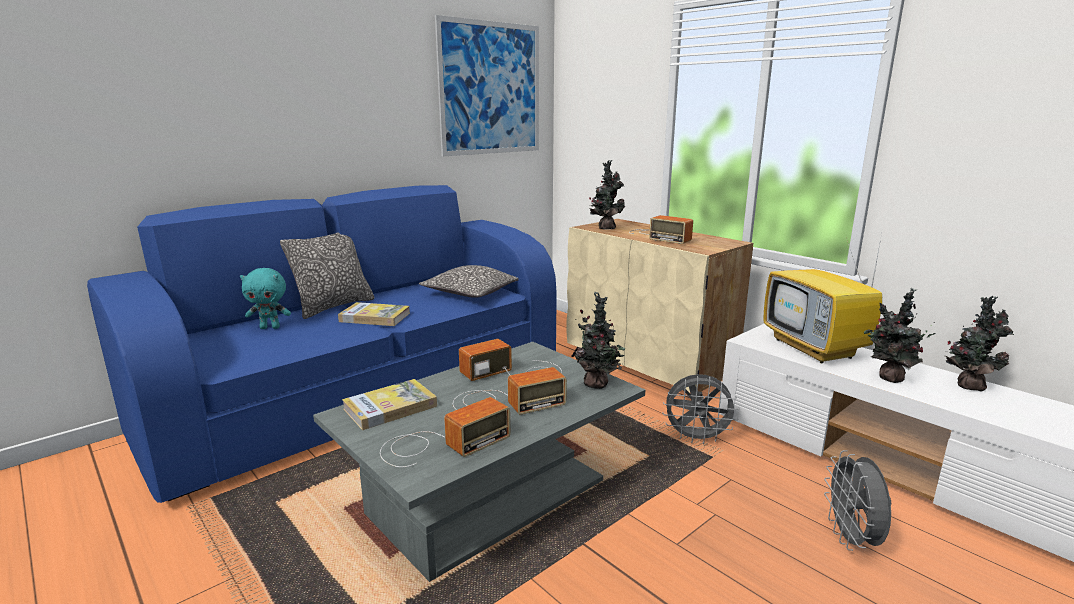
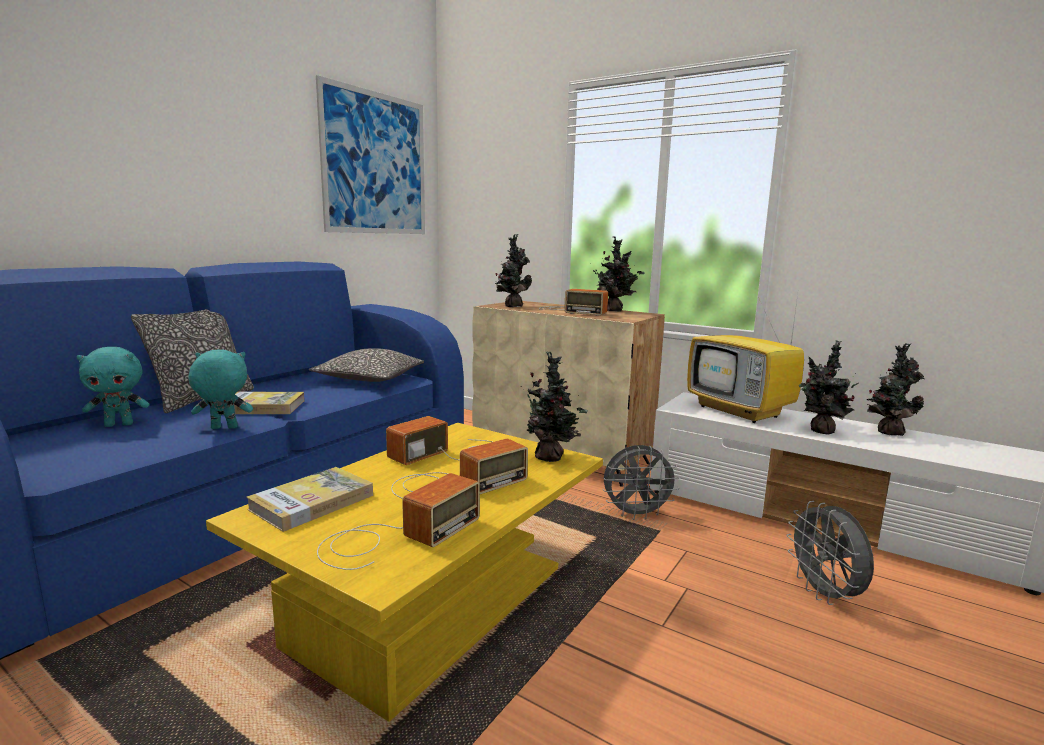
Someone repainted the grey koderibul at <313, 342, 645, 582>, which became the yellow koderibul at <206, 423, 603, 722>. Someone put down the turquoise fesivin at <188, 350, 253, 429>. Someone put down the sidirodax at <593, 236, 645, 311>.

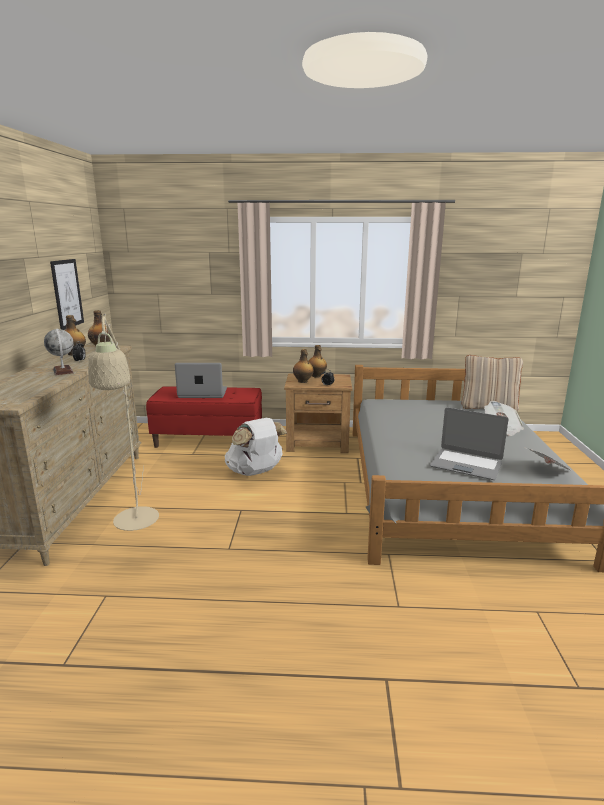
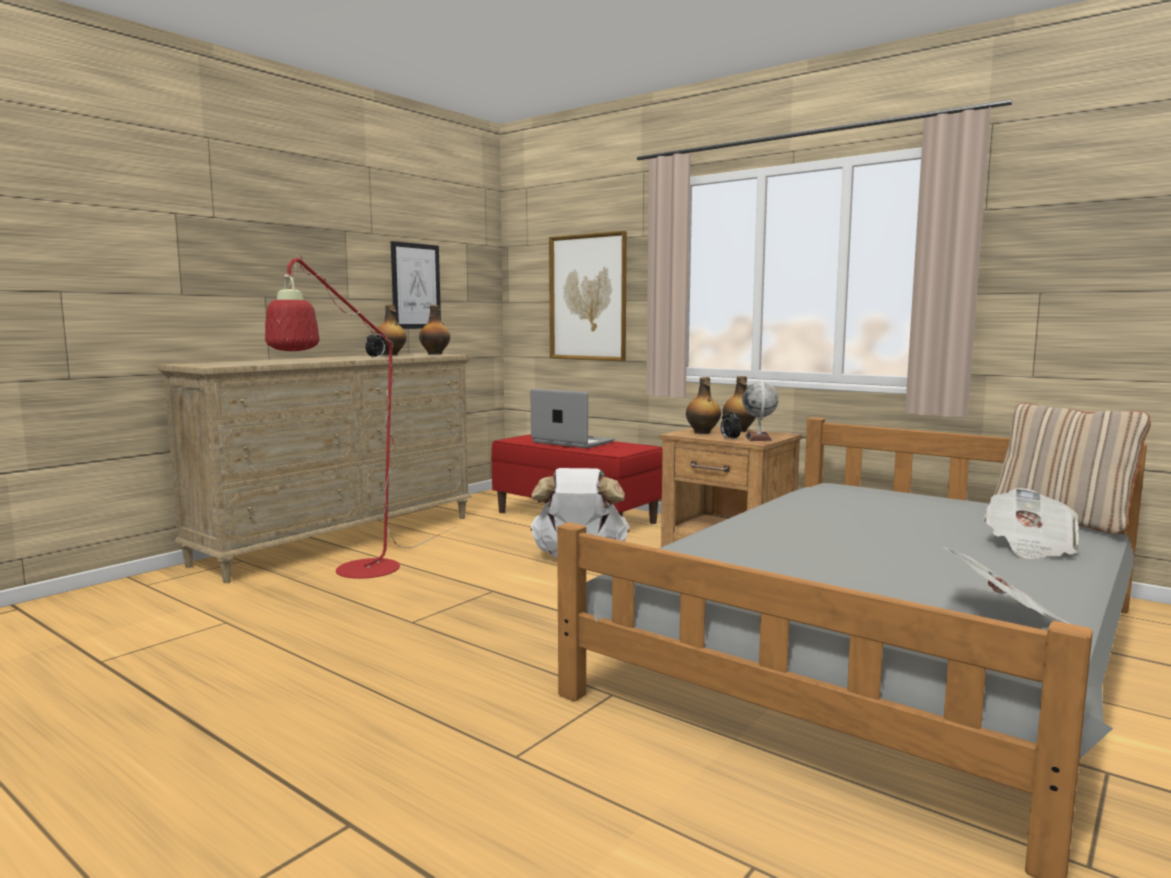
Someone carried the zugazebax from <44, 329, 74, 375> to <742, 381, 778, 441>. Someone repainted the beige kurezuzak at <88, 314, 159, 531>, which became the red kurezuzak at <265, 255, 457, 579>. Someone took away the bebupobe at <430, 407, 508, 480>. Someone put up the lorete at <549, 231, 627, 361>.

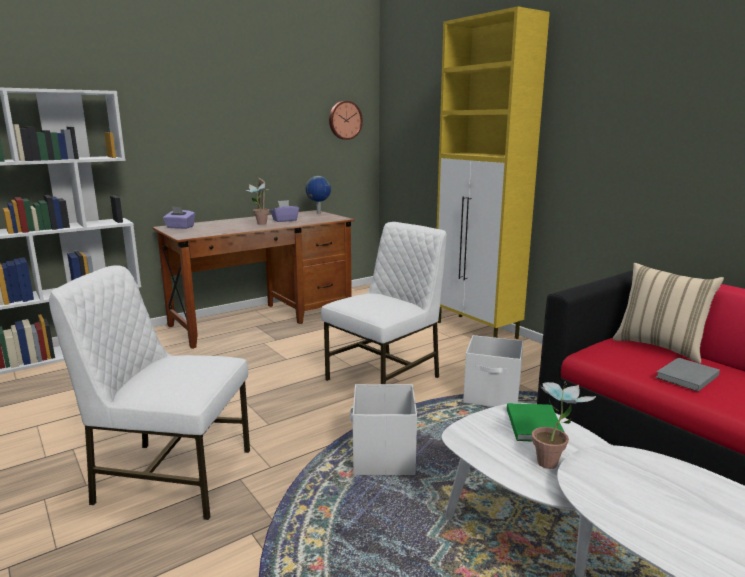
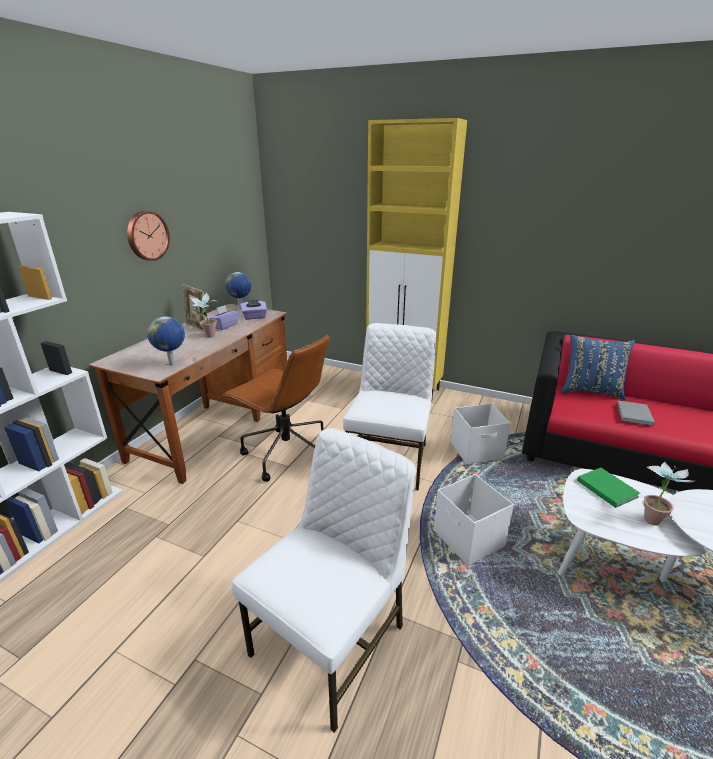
Someone rotated the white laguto at <49, 265, 250, 520> by 150 degrees clockwise. Someone carried the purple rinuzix from <163, 206, 195, 229> to <240, 299, 267, 320>. Someone carried the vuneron from <329, 101, 363, 140> to <127, 211, 170, 261>. Someone repainted the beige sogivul at <613, 263, 724, 363>, which became the blue sogivul at <561, 335, 635, 400>. Someone put down the zugazebax at <147, 316, 185, 366>. Someone put down the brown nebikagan at <223, 334, 330, 482>.

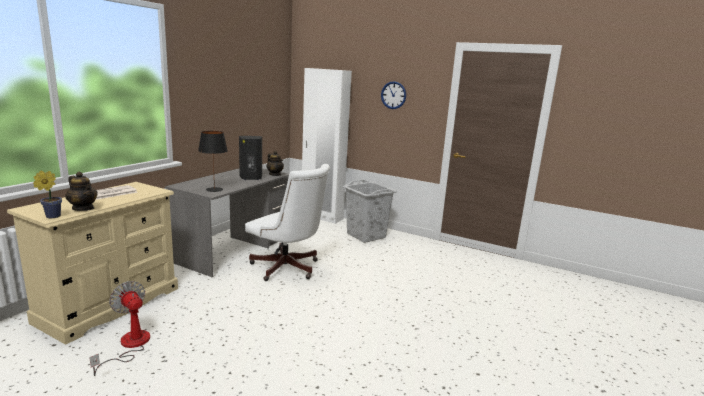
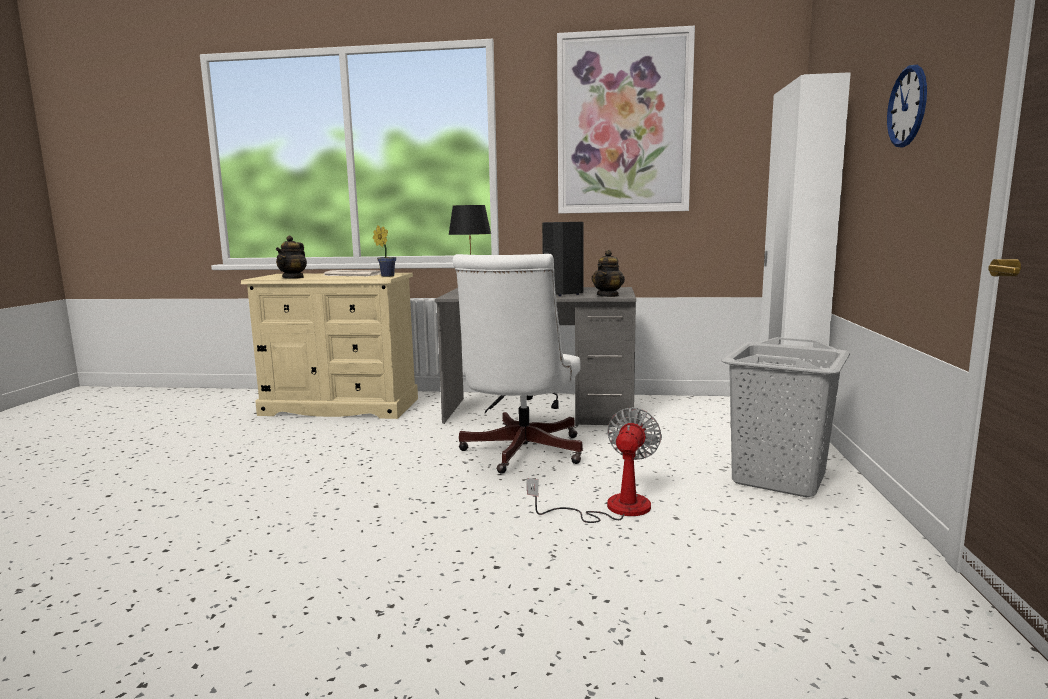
Someone carried the sidirodax from <33, 171, 62, 218> to <373, 225, 396, 277>. Someone carried the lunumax from <89, 281, 150, 376> to <527, 407, 662, 523>. Someone put up the lorete at <557, 26, 695, 214>.

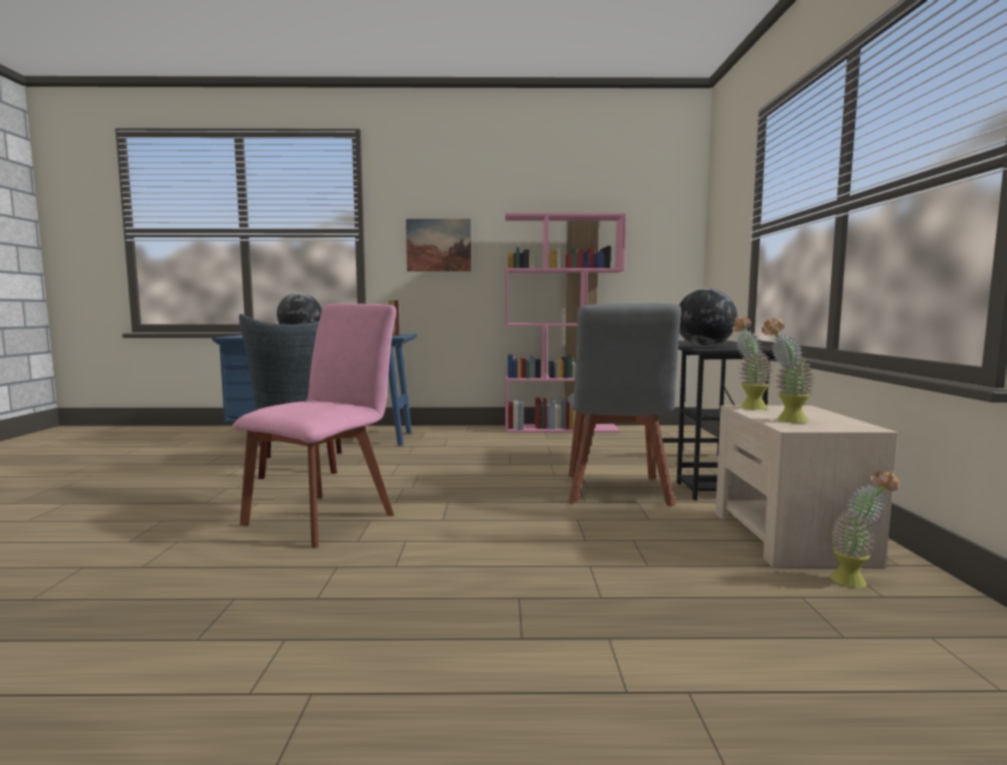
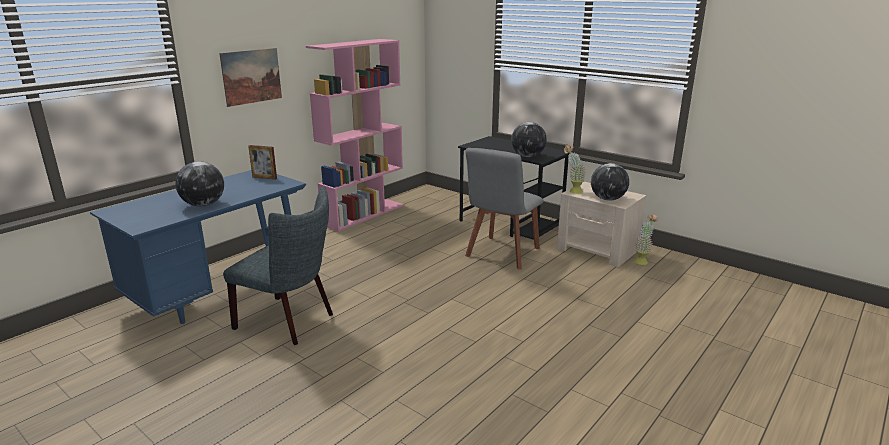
Someone took away the pink laguto at <233, 303, 396, 548>. Someone rotated the grey laguto at <567, 303, 681, 507> by 75 degrees clockwise. Someone swapped the sidirodax at <761, 318, 814, 423> for the zugazebax at <591, 163, 629, 201>.

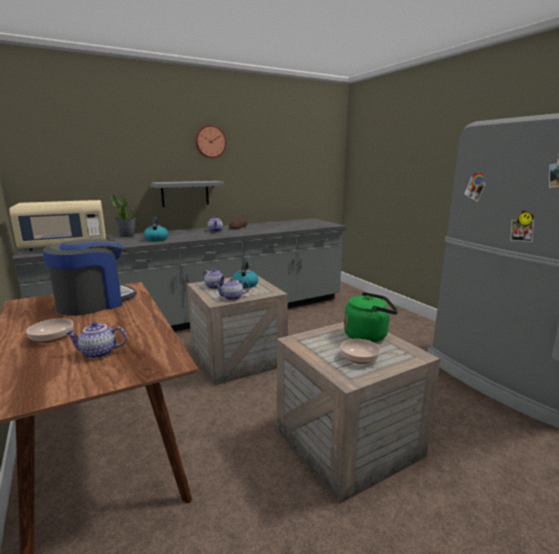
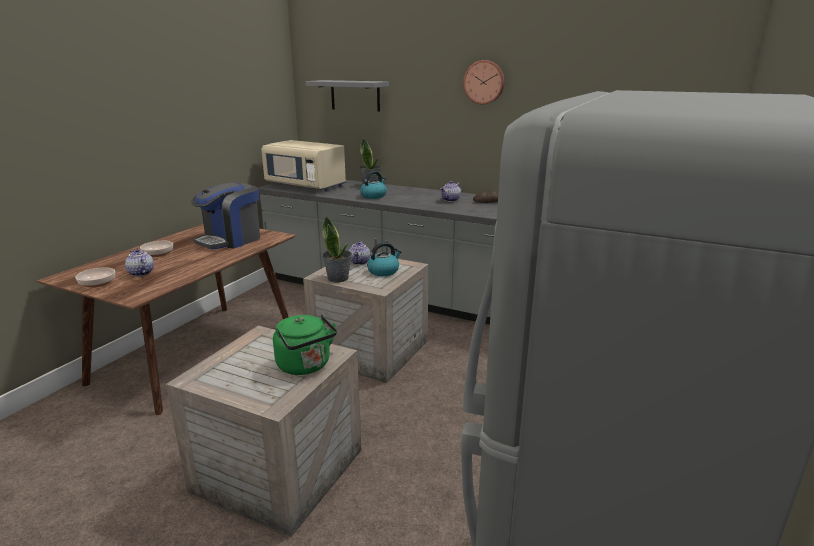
Someone rotated the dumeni at <43, 238, 137, 316> by 120 degrees clockwise. Someone carried the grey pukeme from <151, 181, 224, 207> to <305, 80, 389, 112>. Someone swapped the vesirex at <214, 278, 250, 300> for the sidirodax at <322, 216, 352, 282>. Someone carried the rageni from <340, 339, 381, 364> to <75, 267, 115, 288>.

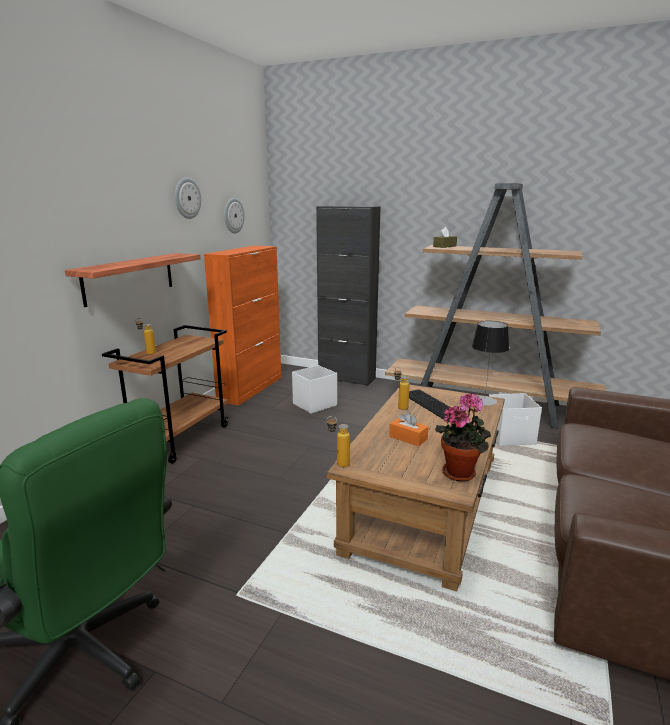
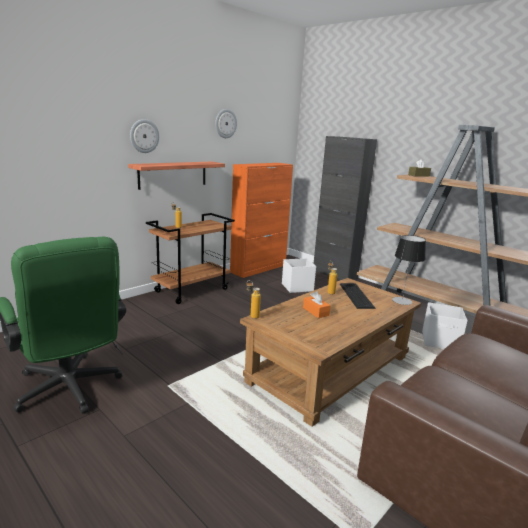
Someone carried the vuneron from <224, 198, 245, 233> to <130, 119, 159, 153>. Someone took away the sidirodax at <435, 393, 491, 481>.

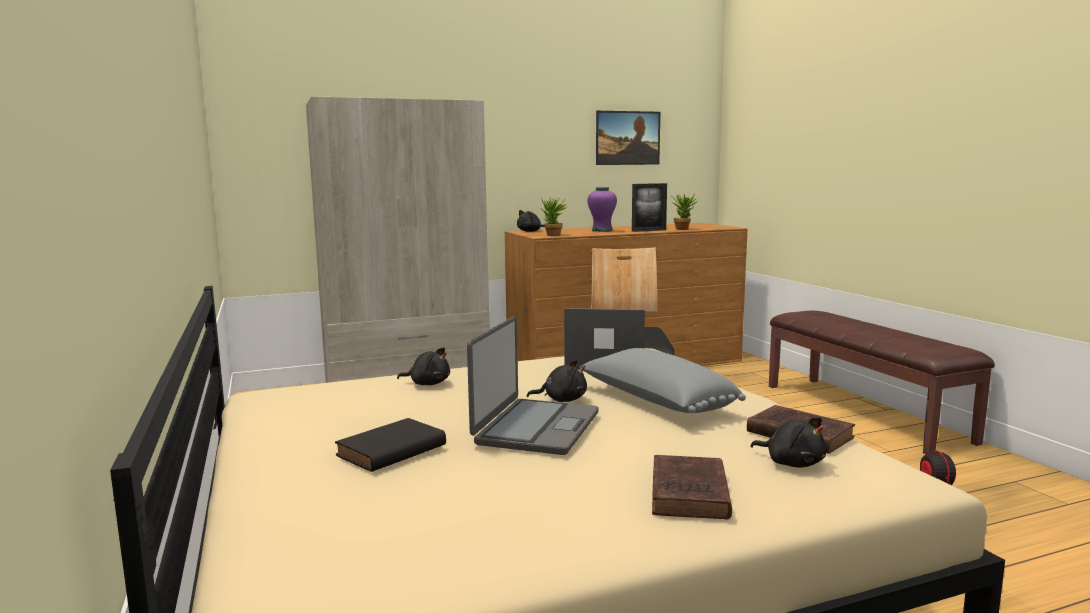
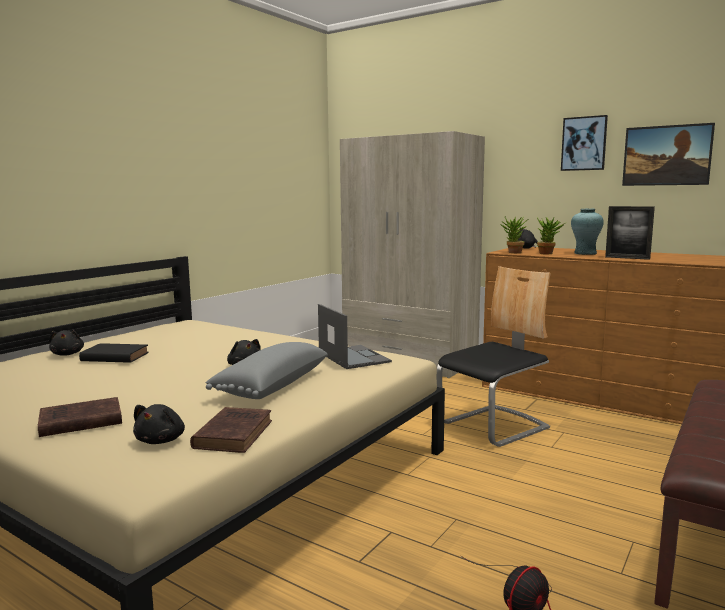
Someone carried the black fesivin from <397, 347, 450, 385> to <49, 330, 84, 356>. Someone took away the bebupobe at <467, 316, 599, 455>. Someone repainted the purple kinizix at <587, 187, 617, 232>, which became the turquoise kinizix at <571, 209, 604, 255>. Someone carried the sidirodax from <672, 194, 698, 230> to <537, 217, 565, 254>. Someone put up the lorete at <561, 115, 608, 171>.

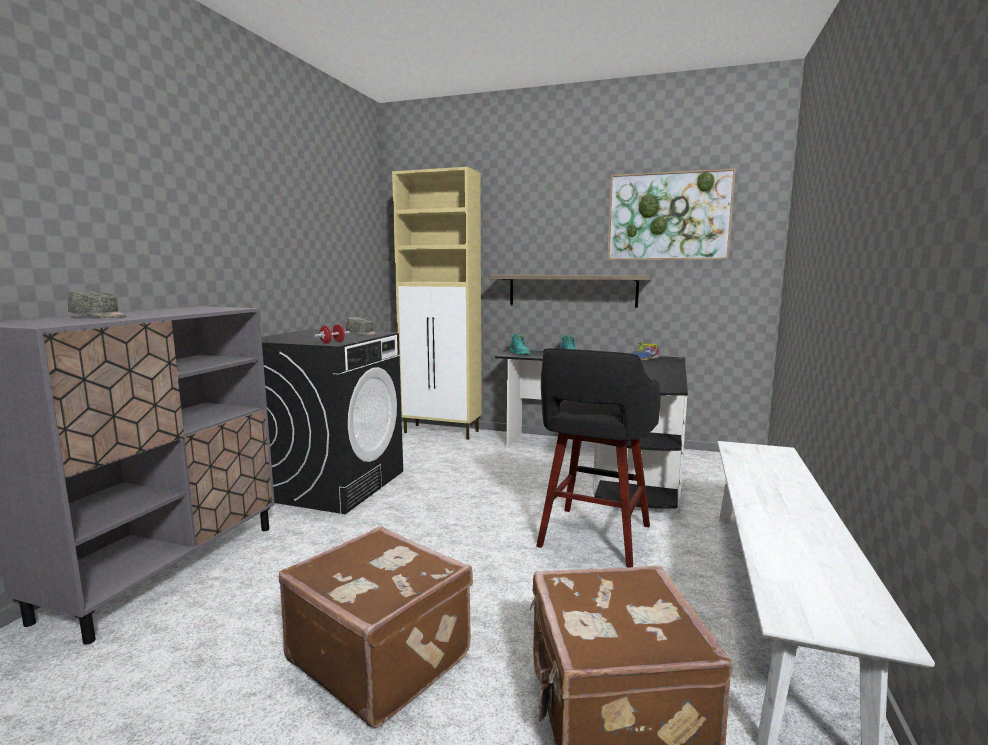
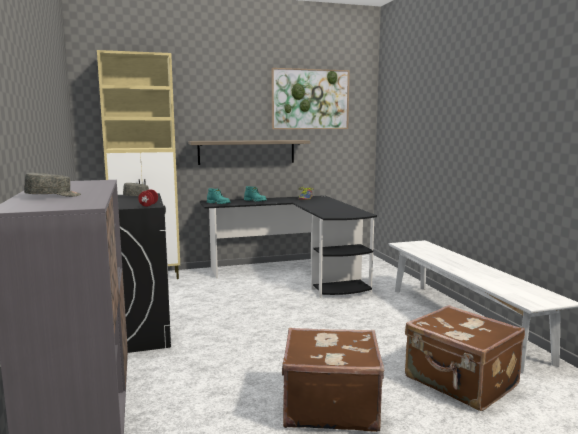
Someone took away the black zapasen at <536, 348, 660, 568>.

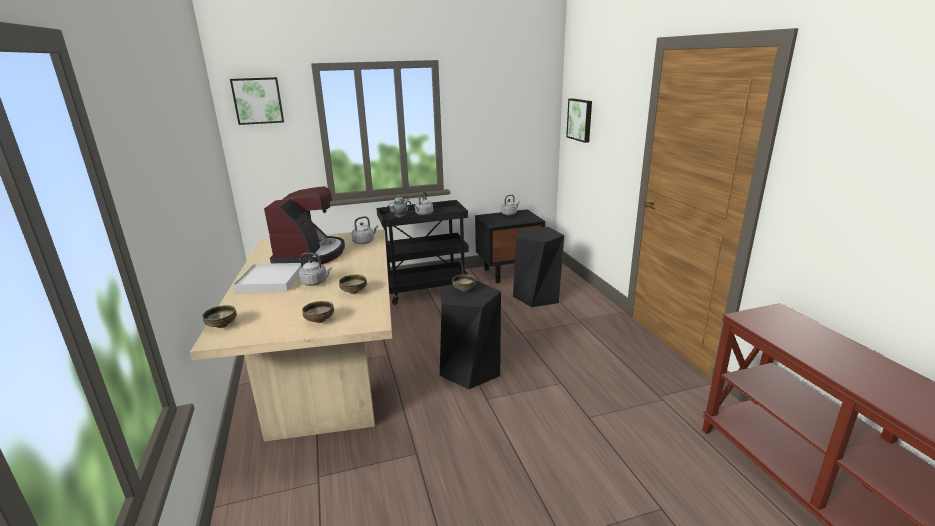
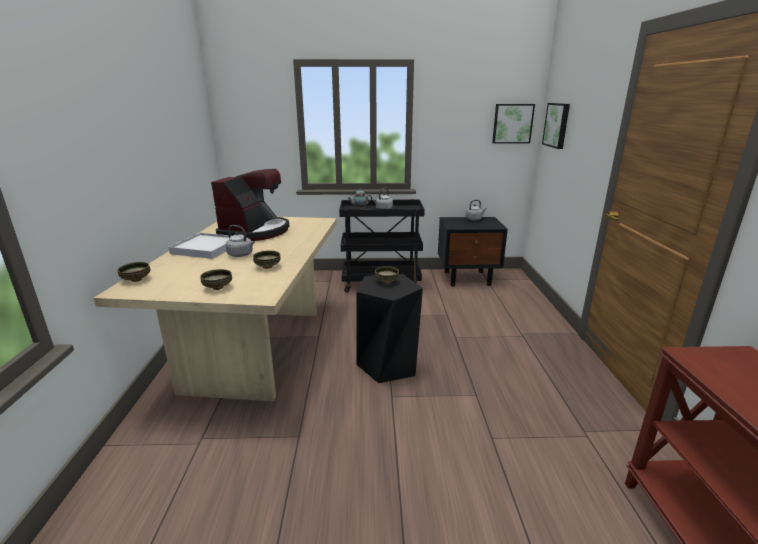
Someone carried the lorete from <230, 77, 284, 125> to <492, 104, 535, 144>. Someone took away the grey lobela at <351, 216, 378, 244>. Someone took away the black zapasen at <513, 227, 564, 307>.

